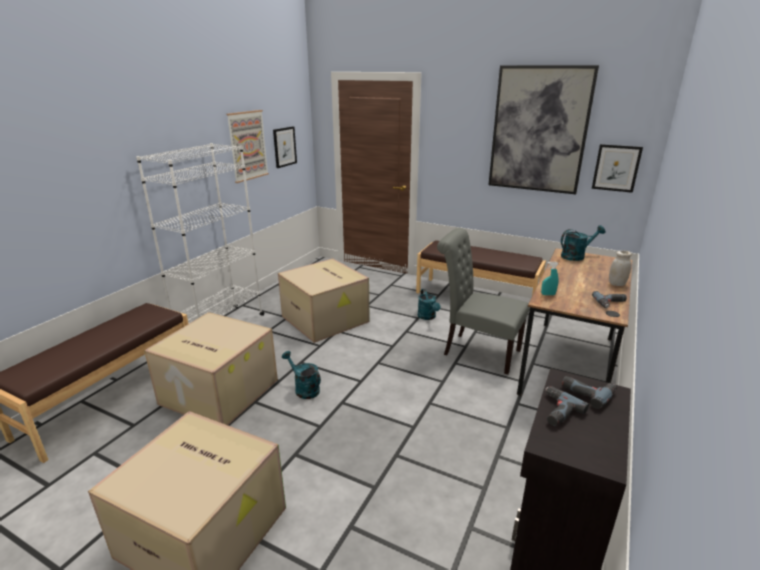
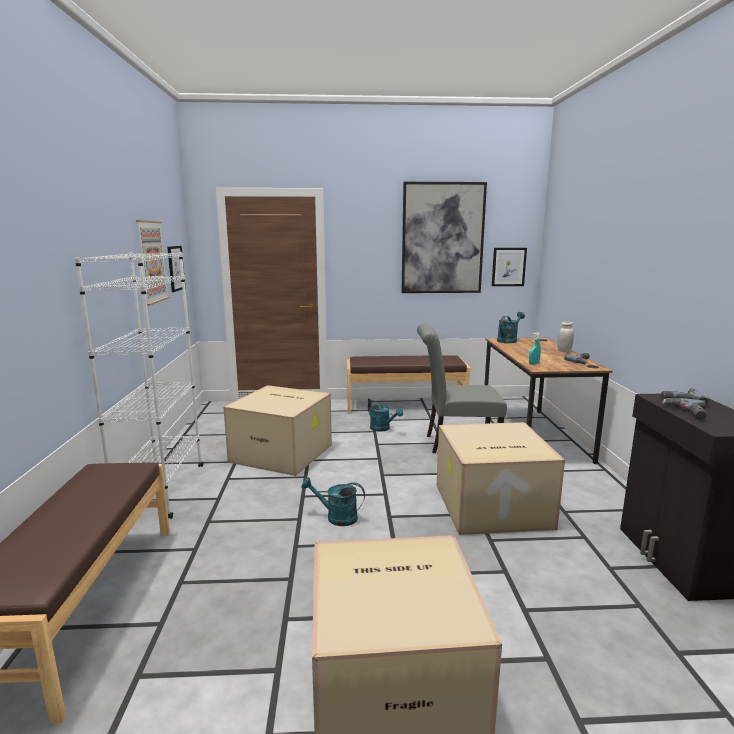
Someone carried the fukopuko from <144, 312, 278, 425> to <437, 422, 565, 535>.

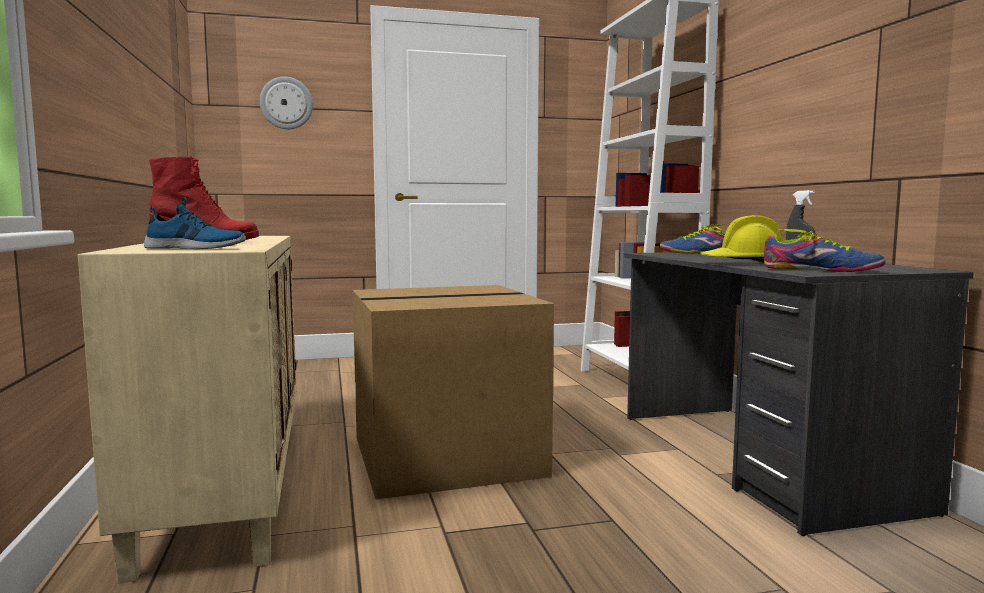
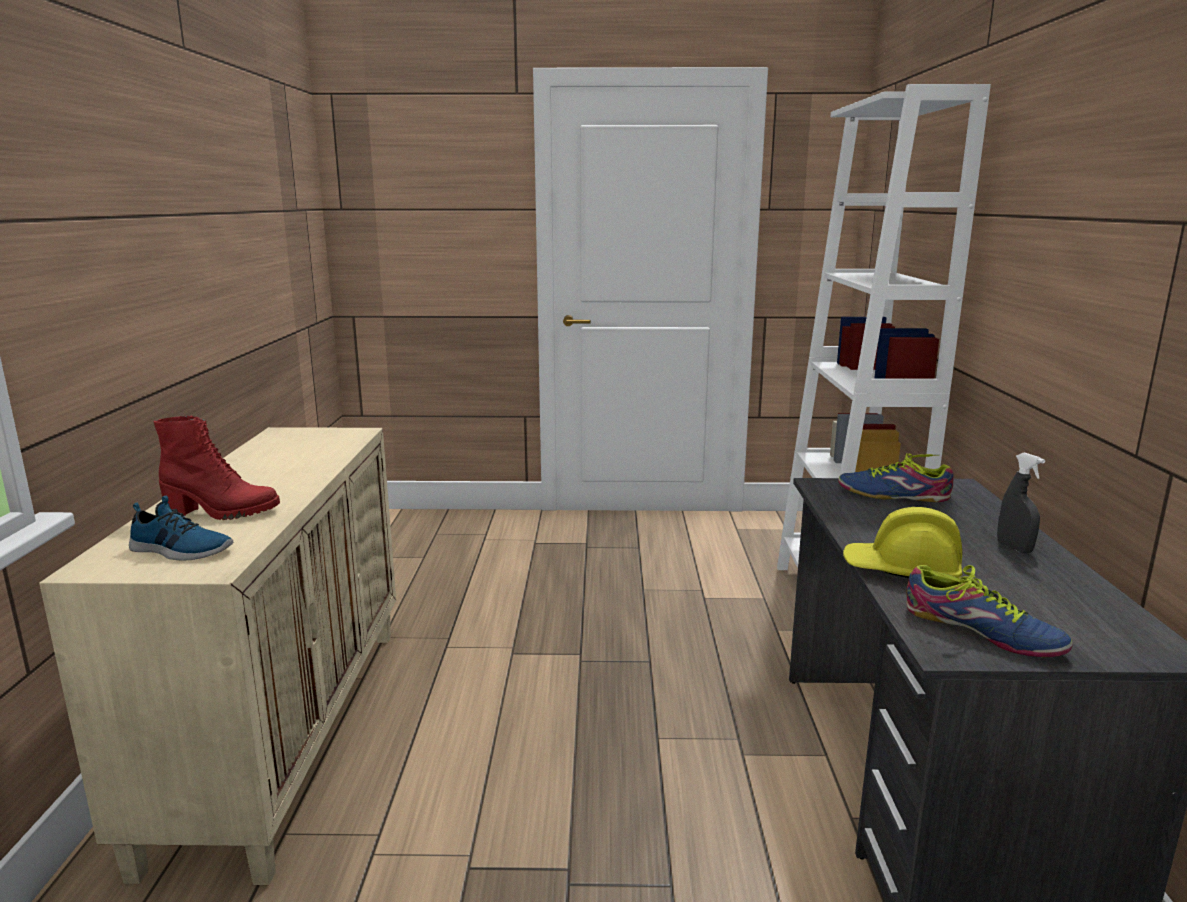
Someone took away the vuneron at <260, 77, 313, 129>. Someone took away the fukopuko at <353, 285, 554, 499>.

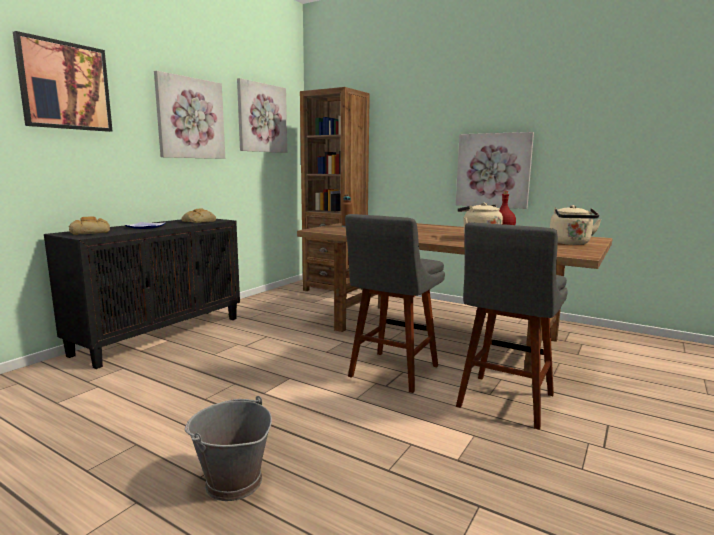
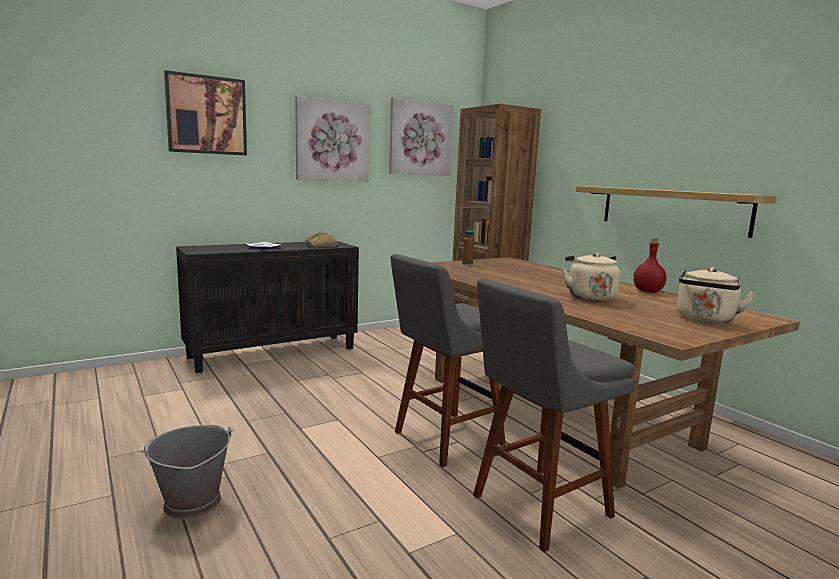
Someone took away the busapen at <69, 216, 110, 235>. Someone swapped the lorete at <456, 132, 534, 209> for the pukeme at <576, 186, 777, 238>.

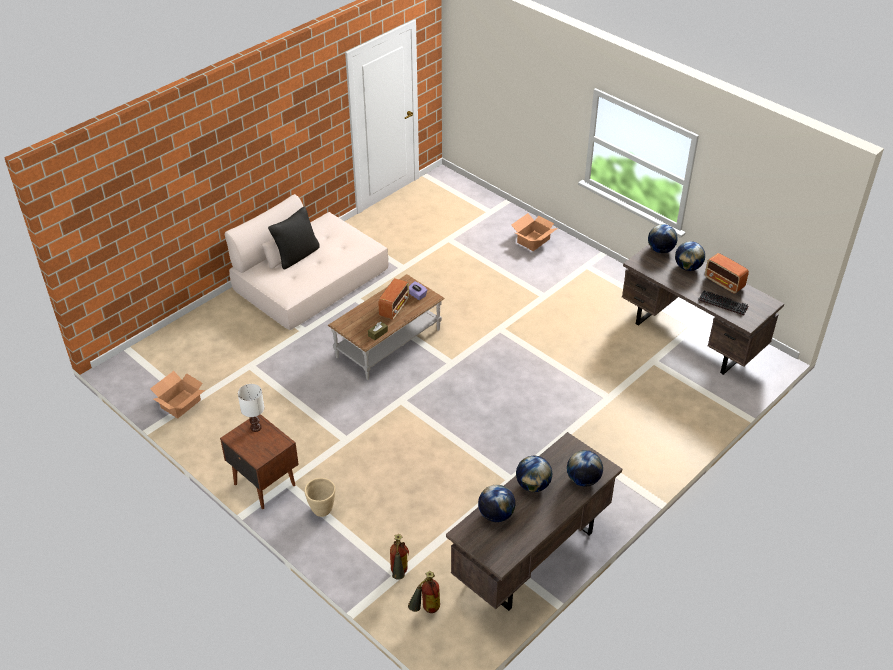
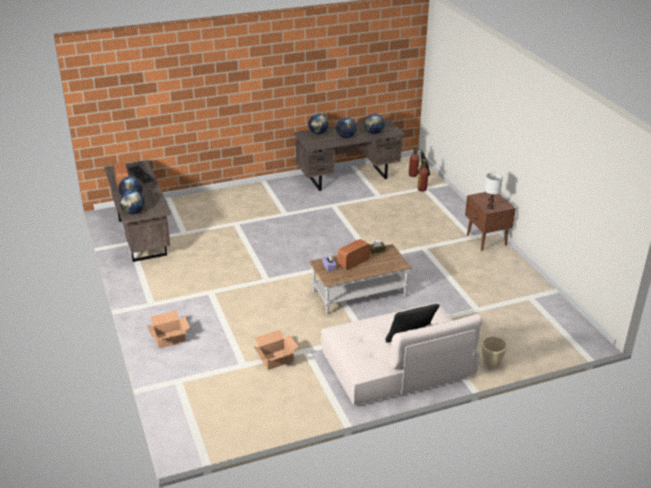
Someone carried the fukopuko from <150, 371, 205, 418> to <253, 330, 298, 370>. Someone carried the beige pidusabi from <305, 478, 335, 517> to <482, 336, 507, 369>.

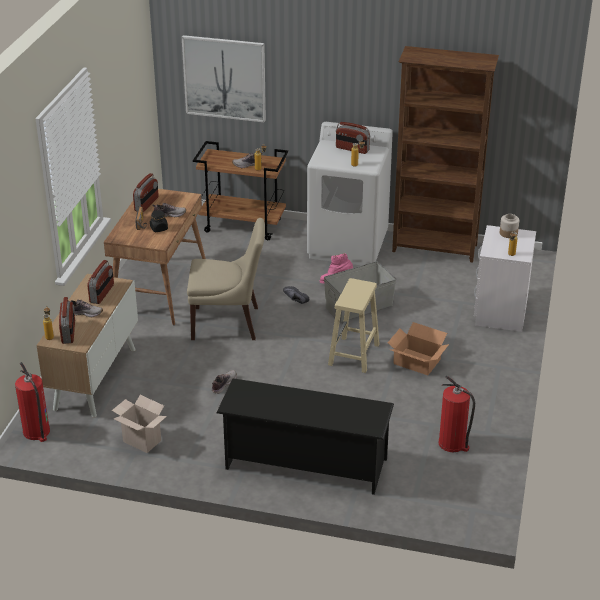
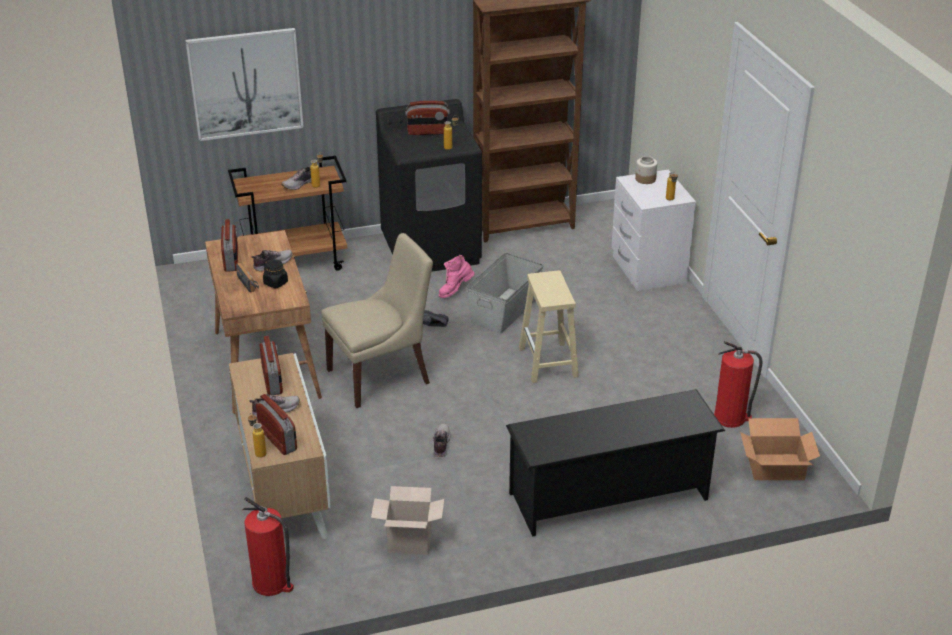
Someone repainted the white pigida at <307, 122, 393, 265>, which became the black pigida at <376, 99, 482, 272>. Someone carried the fukopuko from <388, 322, 449, 375> to <740, 418, 820, 480>.

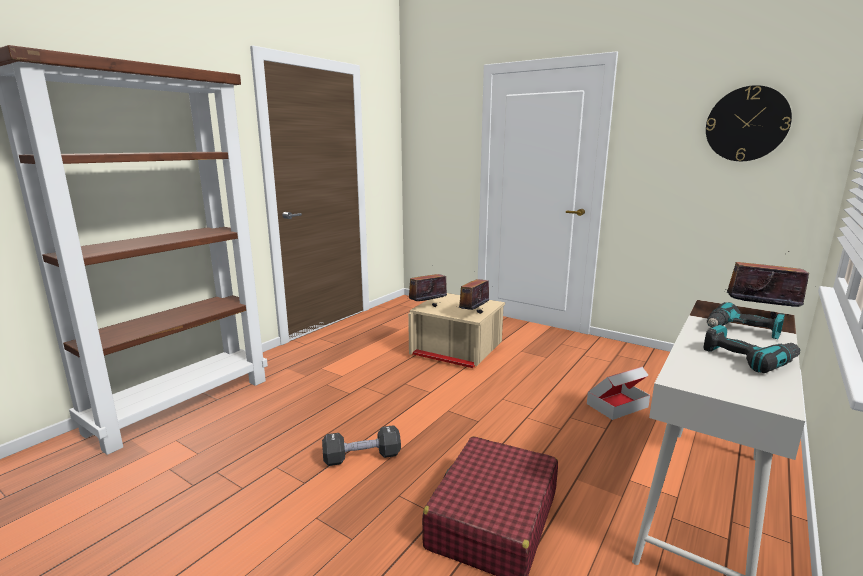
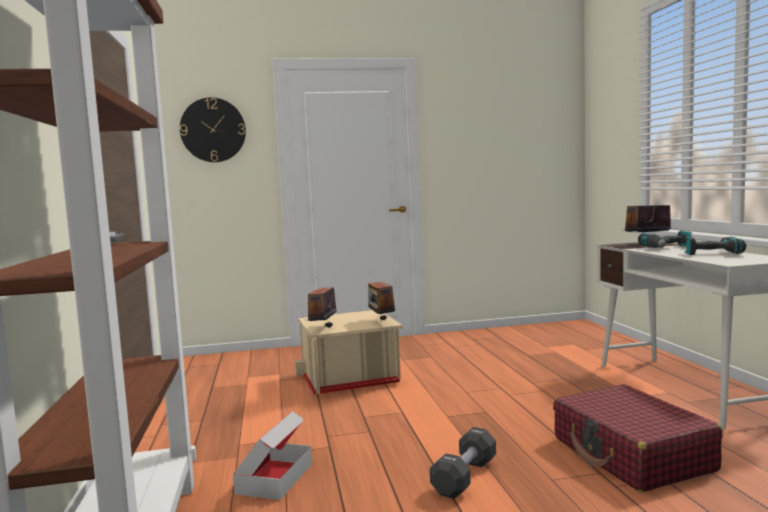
Someone carried the fukopuko from <587, 367, 650, 420> to <233, 411, 312, 500>. Someone carried the vuneron from <706, 85, 792, 161> to <180, 97, 246, 162>.

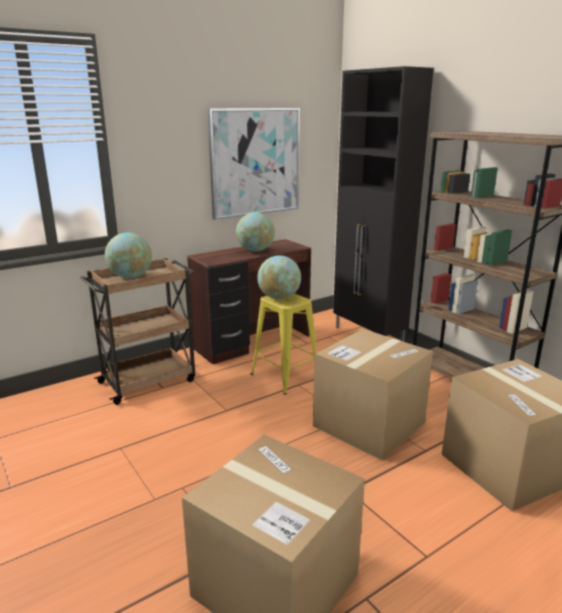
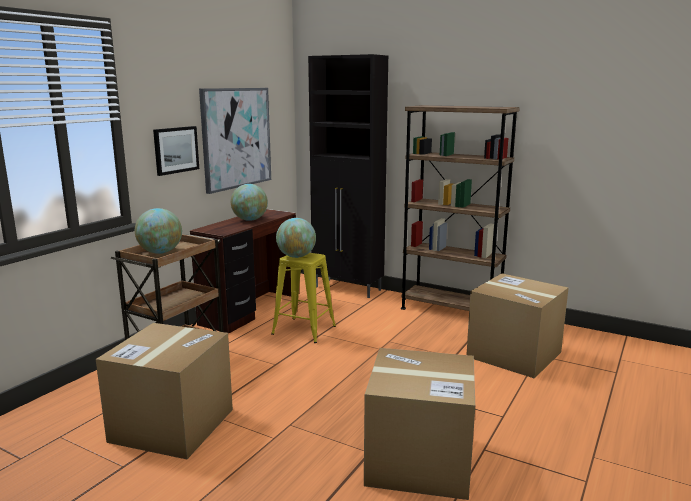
Someone carried the fukopuko from <313, 329, 433, 460> to <96, 323, 233, 459>. Someone put up the lorete at <153, 126, 199, 176>.

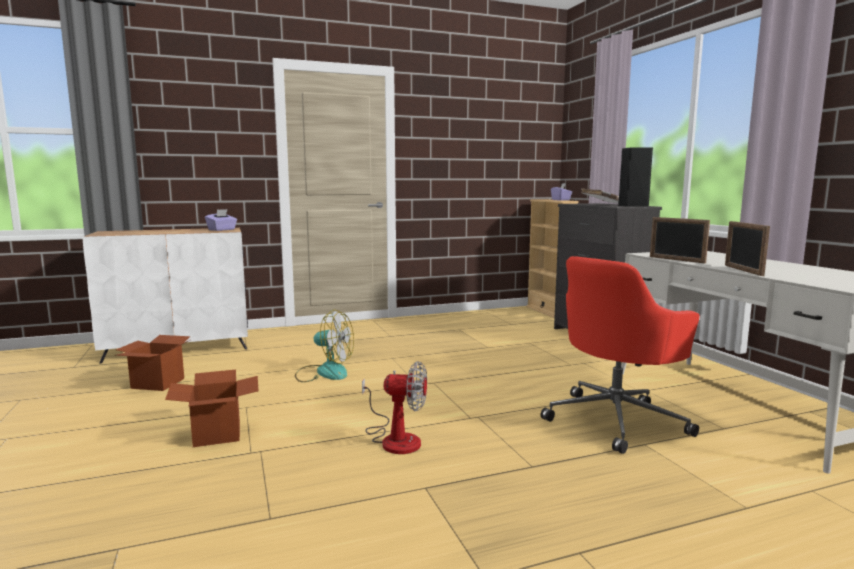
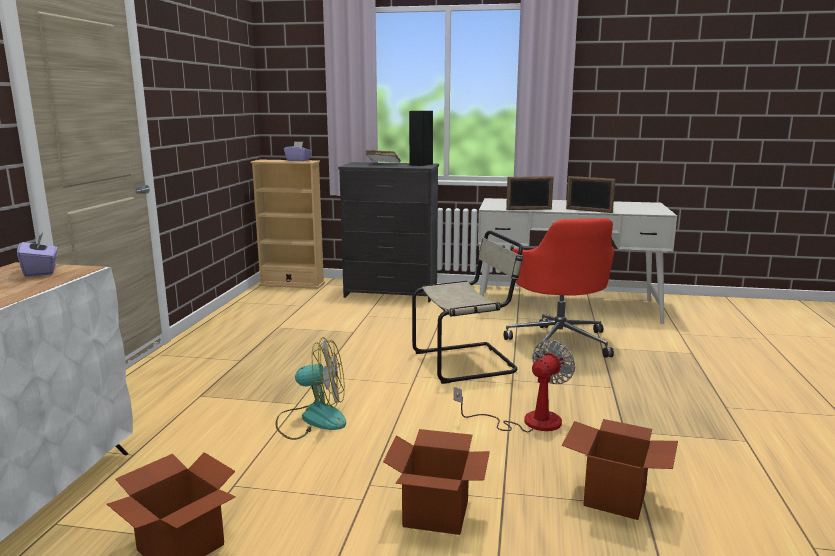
Someone rotated the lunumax at <295, 310, 354, 382> by 45 degrees clockwise. Someone put down the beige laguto at <412, 231, 523, 384>. Someone put down the fukopuko at <562, 419, 678, 520>.

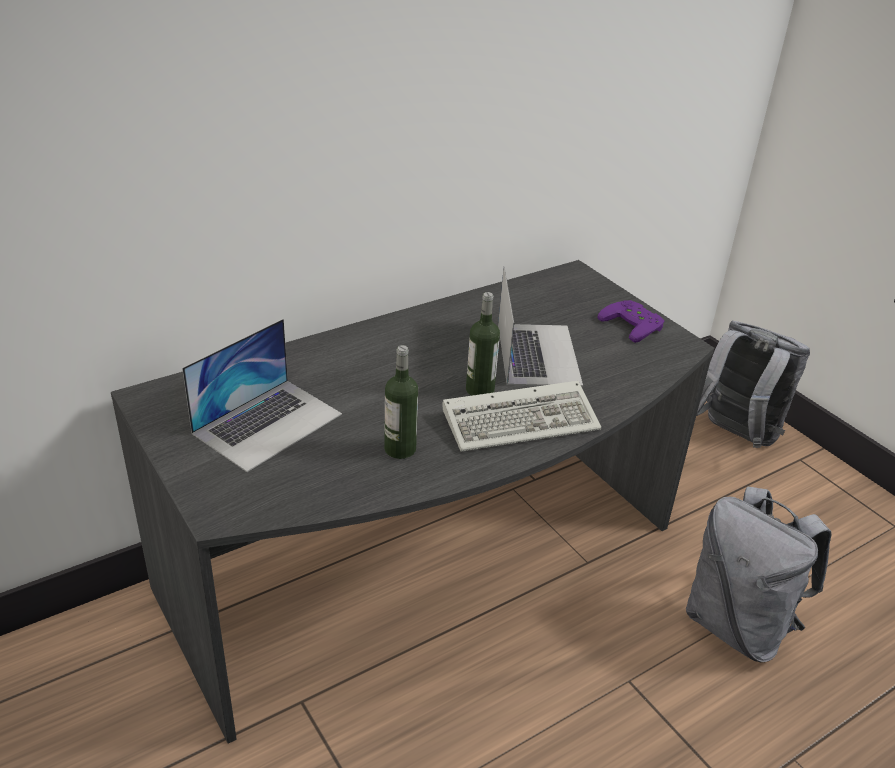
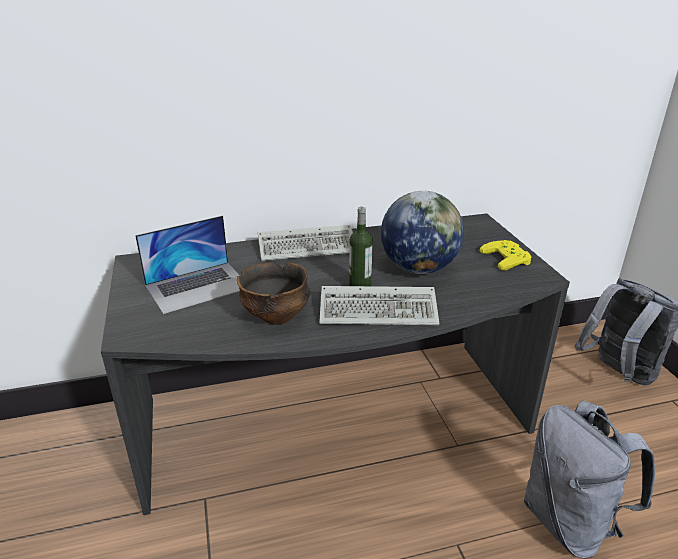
Someone swapped the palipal at <384, 345, 418, 459> for the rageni at <237, 262, 310, 325>. Someone swapped the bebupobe at <498, 266, 583, 386> for the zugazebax at <381, 191, 464, 274>. Someone repainted the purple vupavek at <598, 300, 664, 343>, which became the yellow vupavek at <480, 240, 532, 270>. Someone put down the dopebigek at <258, 225, 353, 261>.

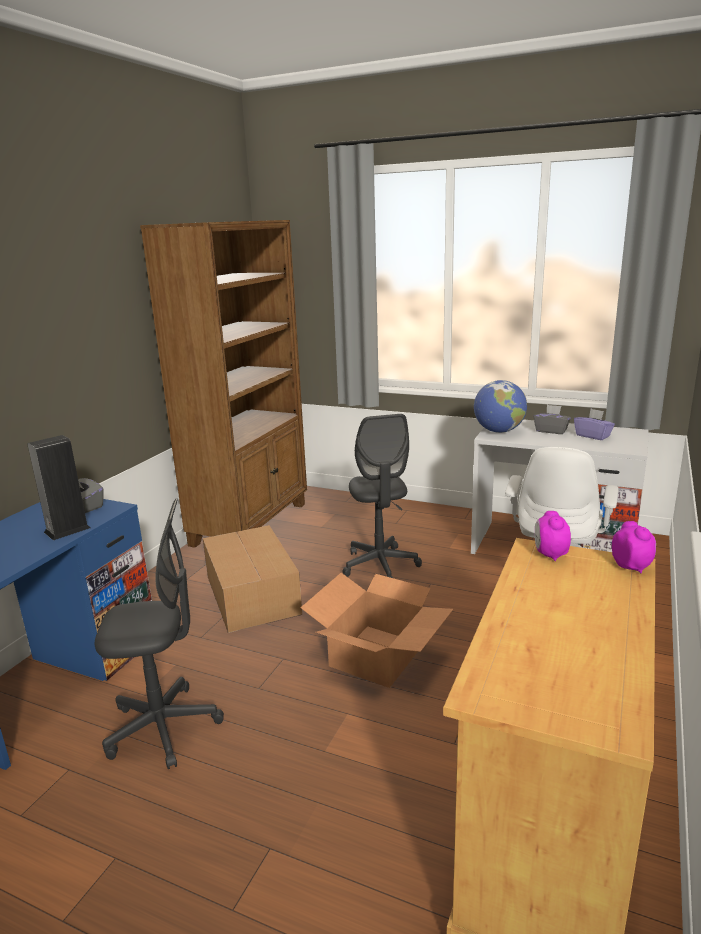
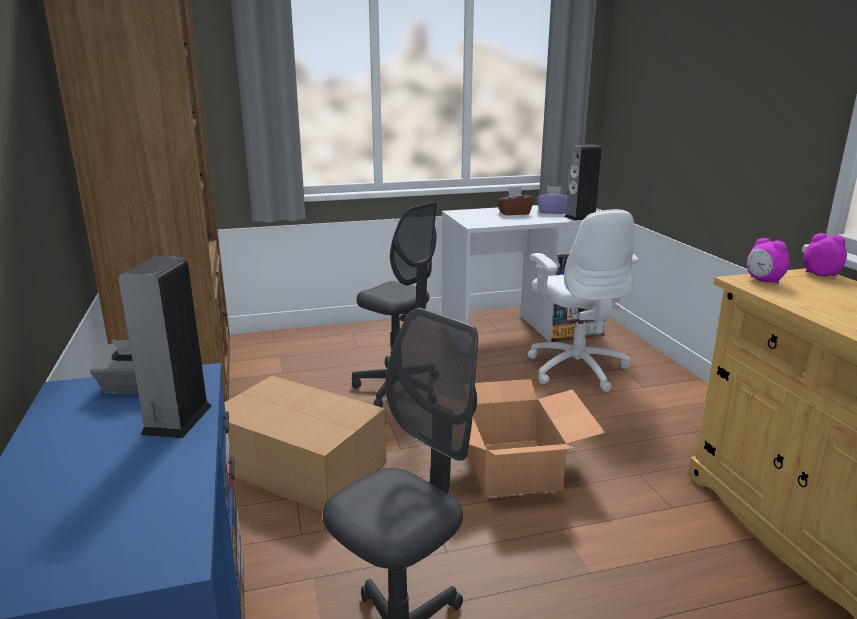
Someone took away the zugazebax at <474, 380, 527, 433>. Someone repainted the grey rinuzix at <534, 405, 571, 434>, which became the brown rinuzix at <497, 187, 534, 215>. Someone put down the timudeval at <564, 144, 602, 221>.

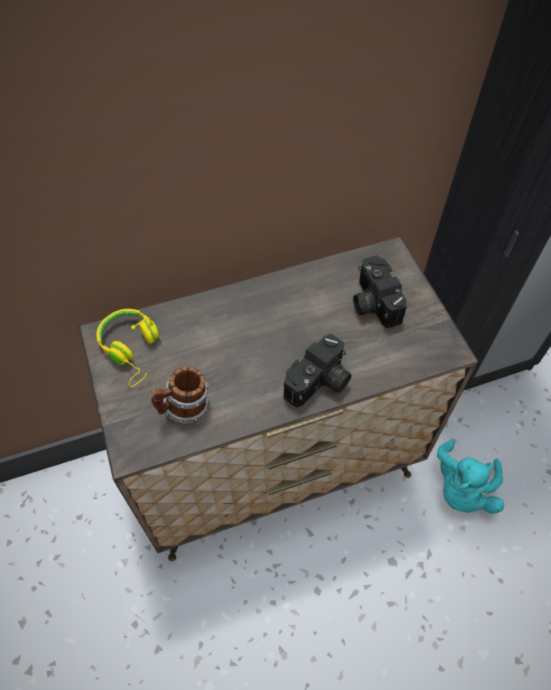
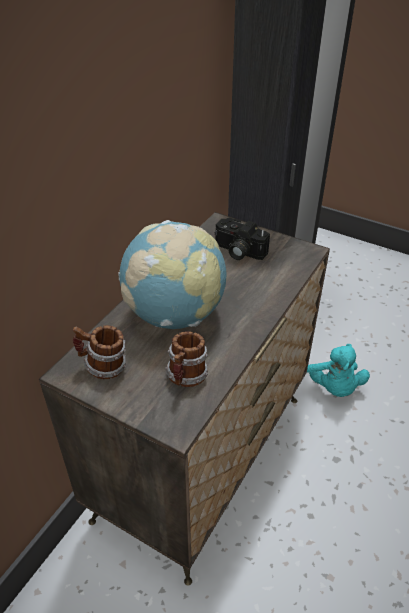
Someone swapped the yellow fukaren at <96, 309, 160, 387> for the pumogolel at <73, 325, 126, 379>. Someone took away the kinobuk at <284, 334, 352, 408>. Someone put down the zugazebax at <118, 220, 226, 329>.

